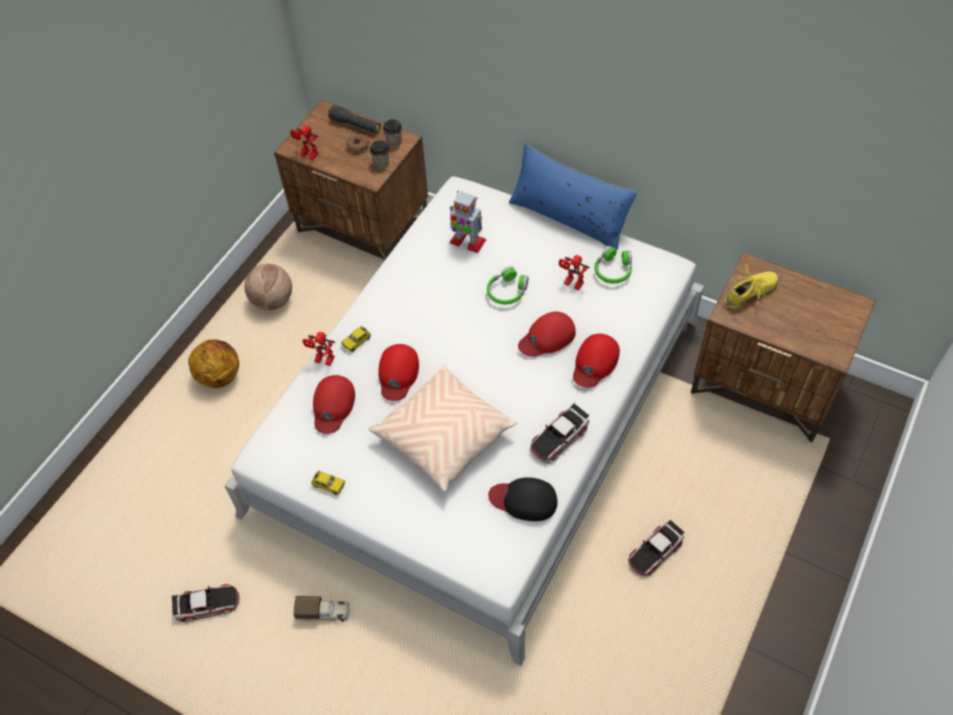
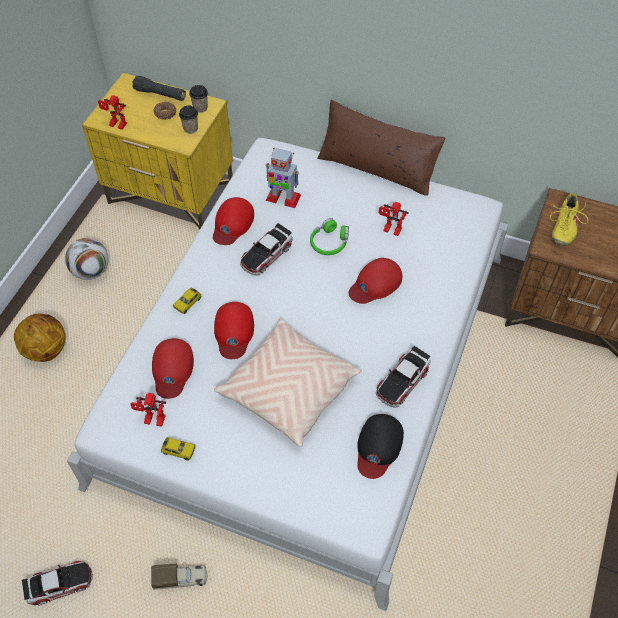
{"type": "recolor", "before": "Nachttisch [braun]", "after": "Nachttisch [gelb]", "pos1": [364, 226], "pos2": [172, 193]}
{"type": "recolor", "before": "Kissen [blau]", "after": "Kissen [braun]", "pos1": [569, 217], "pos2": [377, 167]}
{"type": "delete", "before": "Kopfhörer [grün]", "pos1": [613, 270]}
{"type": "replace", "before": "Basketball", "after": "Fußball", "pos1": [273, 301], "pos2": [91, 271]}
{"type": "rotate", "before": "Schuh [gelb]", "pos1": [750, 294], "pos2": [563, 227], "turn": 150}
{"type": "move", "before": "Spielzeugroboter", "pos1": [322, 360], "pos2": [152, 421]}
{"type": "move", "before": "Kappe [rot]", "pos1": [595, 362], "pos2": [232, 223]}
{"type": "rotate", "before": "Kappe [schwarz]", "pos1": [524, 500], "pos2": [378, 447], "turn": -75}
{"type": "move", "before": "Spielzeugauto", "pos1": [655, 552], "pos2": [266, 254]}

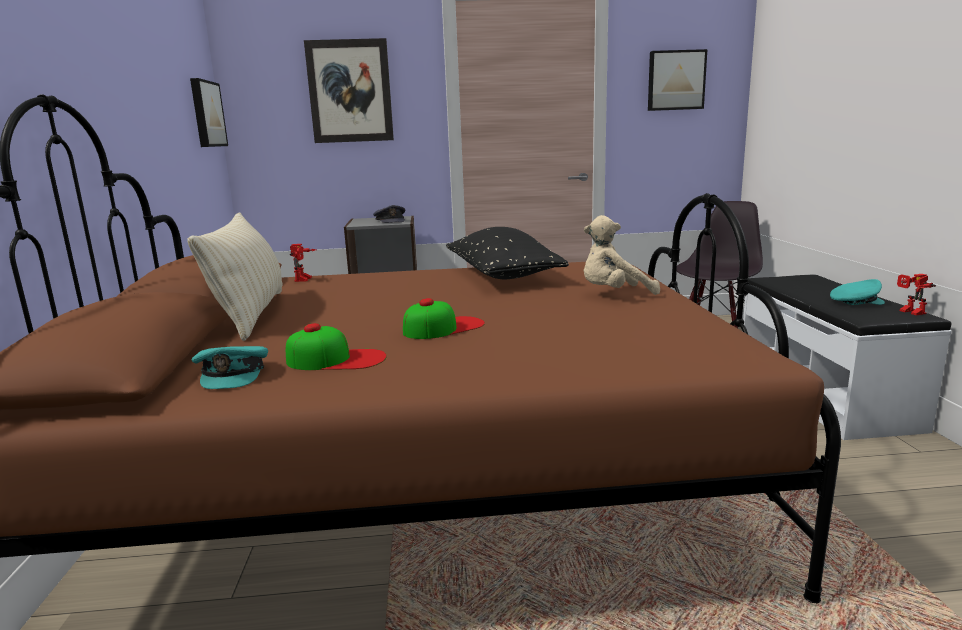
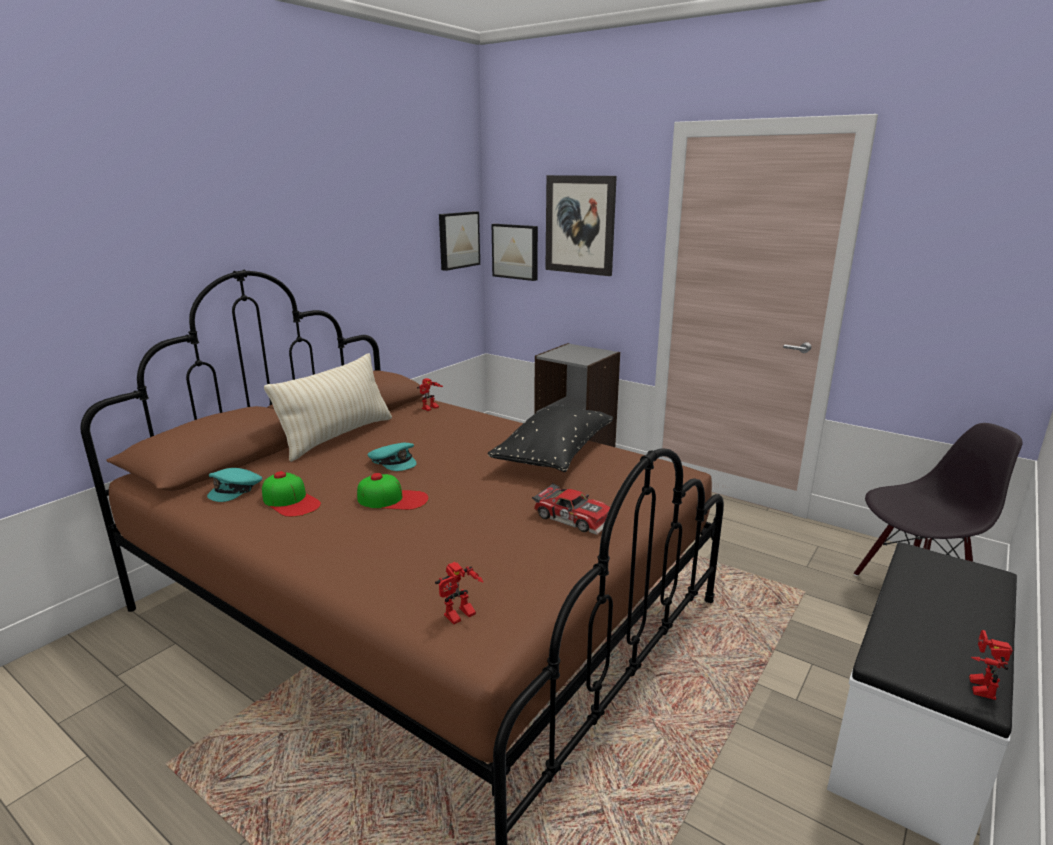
{"type": "move", "before": "Bild", "pos1": [675, 80], "pos2": [516, 251]}
{"type": "delete", "before": "Kappe [grau]", "pos1": [390, 221]}
{"type": "replace", "before": "Plüschtier [beige]", "after": "Spielzeugauto", "pos1": [614, 294], "pos2": [574, 517]}
{"type": "move", "before": "Kappe [türkis]", "pos1": [855, 302], "pos2": [394, 462]}
{"type": "insert", "after": "Spielzeugroboter", "pos2": [460, 617]}

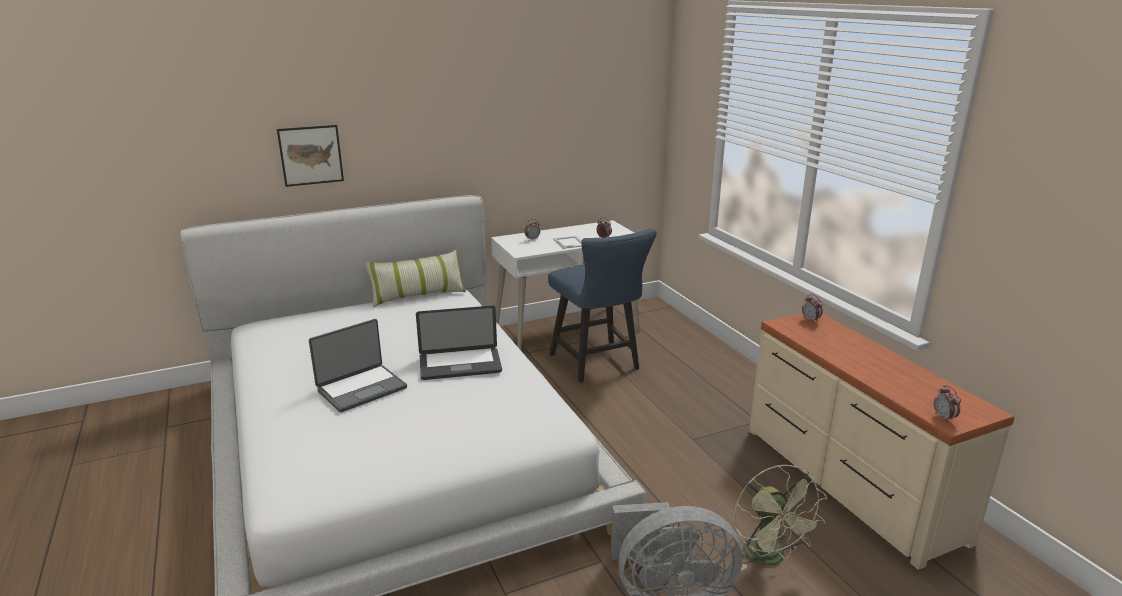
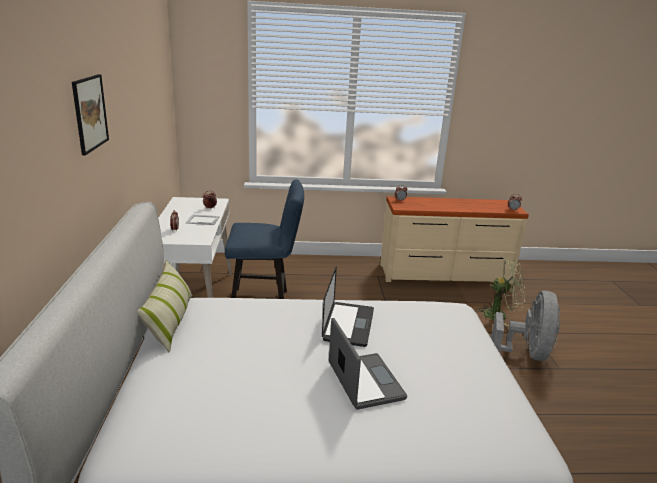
{"type": "move", "before": "Bild", "pos1": [311, 155], "pos2": [90, 113]}

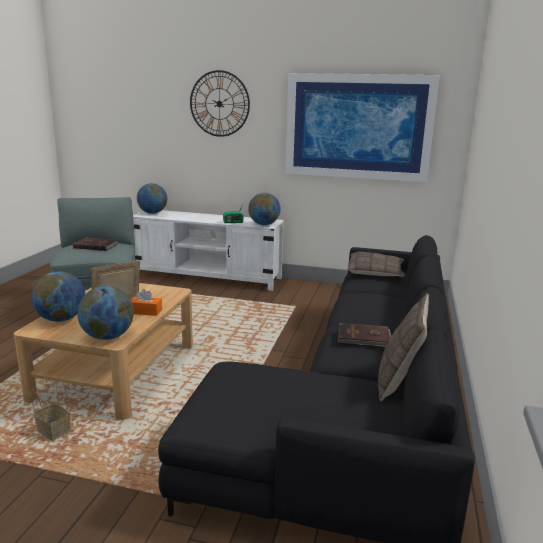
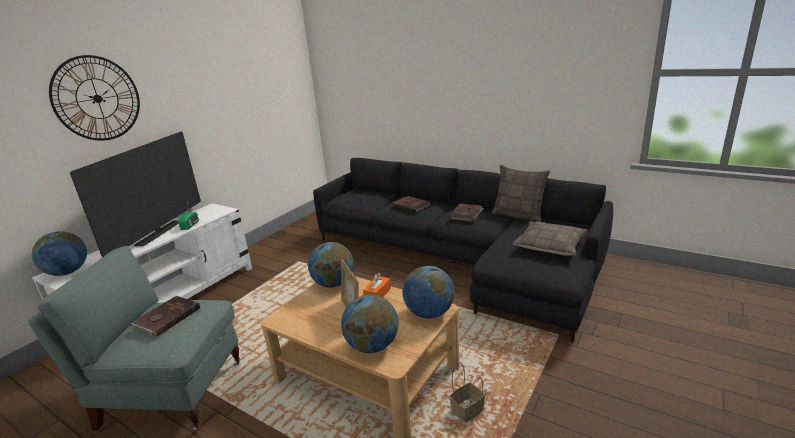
{"type": "delete", "before": "Bild", "pos1": [358, 127]}
{"type": "move", "before": "Globus", "pos1": [264, 224], "pos2": [333, 284]}
{"type": "move", "before": "Kissen", "pos1": [375, 272], "pos2": [550, 245]}
{"type": "insert", "after": "Fernseher", "pos2": [159, 233]}
{"type": "insert", "after": "Buch [braun]", "pos2": [411, 205]}

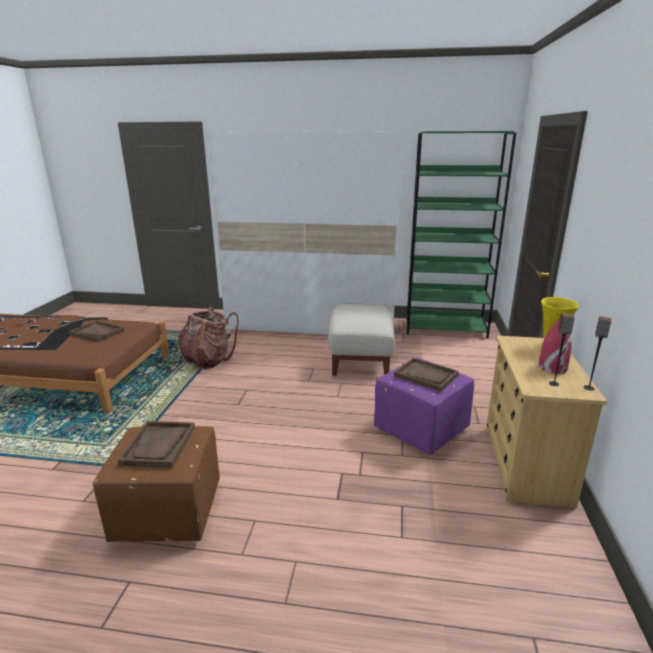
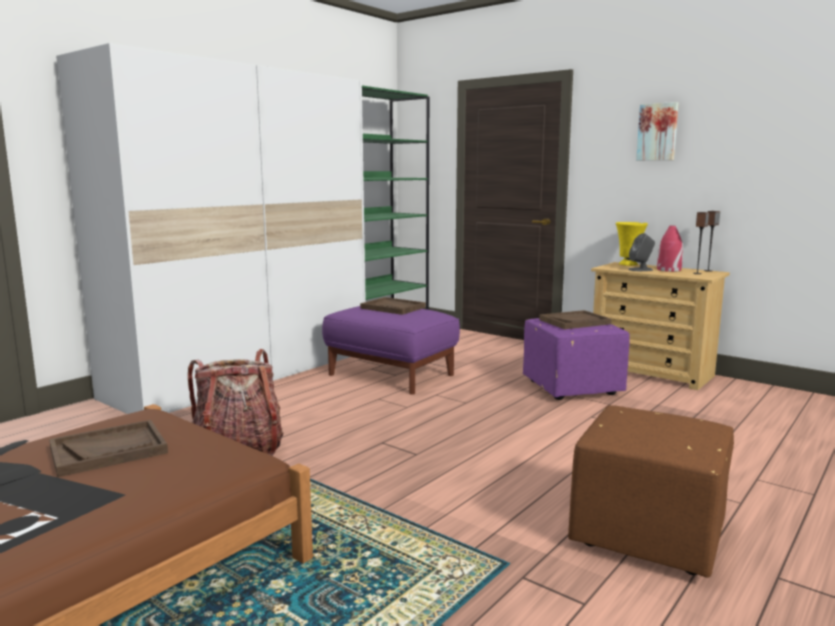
{"type": "recolor", "before": "Polsterhocker [beige]", "after": "Polsterhocker [lila]", "pos1": [360, 359], "pos2": [391, 375]}
{"type": "move", "before": "Tablett [braun]", "pos1": [159, 445], "pos2": [393, 308]}
{"type": "insert", "after": "Bild", "pos2": [657, 132]}
{"type": "insert", "after": "Lautsprecher [grau]", "pos2": [641, 270]}

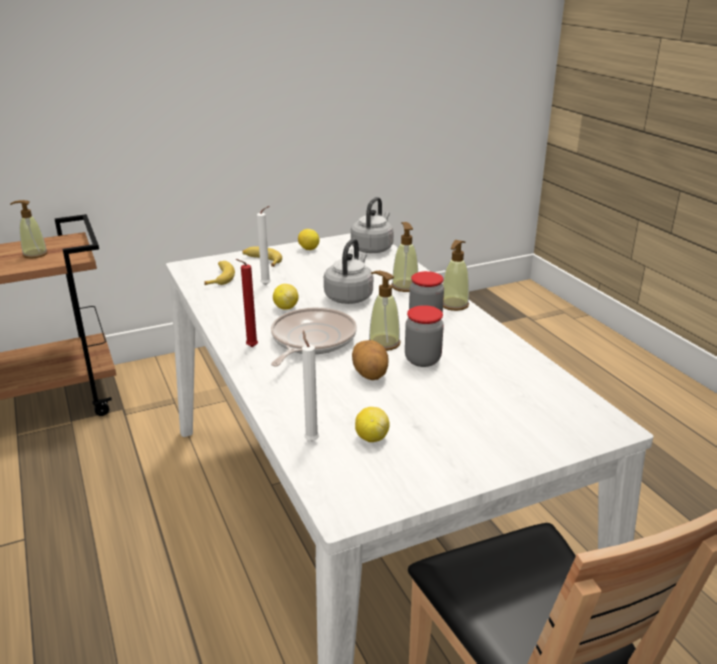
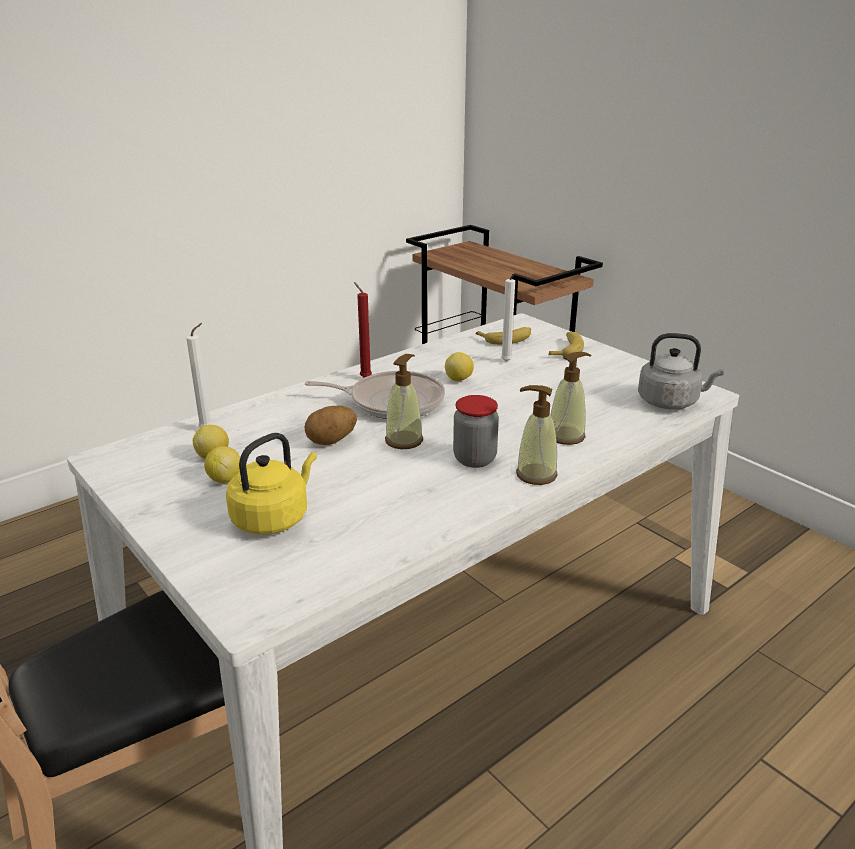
{"type": "delete", "before": "Seifenspender", "pos1": [35, 254]}
{"type": "move", "before": "Zitrone", "pos1": [308, 249], "pos2": [225, 479]}
{"type": "delete", "before": "Wasserkessel [grau]", "pos1": [349, 296]}
{"type": "delete", "before": "Vorratsglas", "pos1": [422, 360]}
{"type": "insert", "after": "Wasserkessel [gelb]", "pos2": [273, 518]}

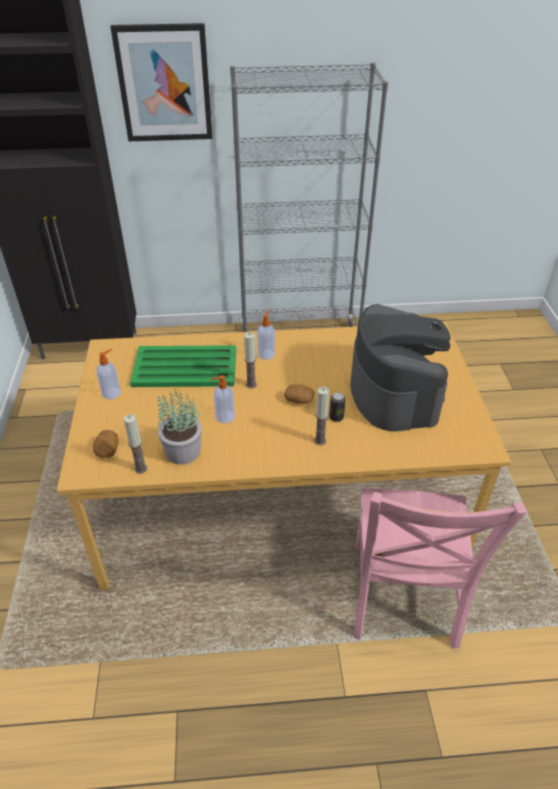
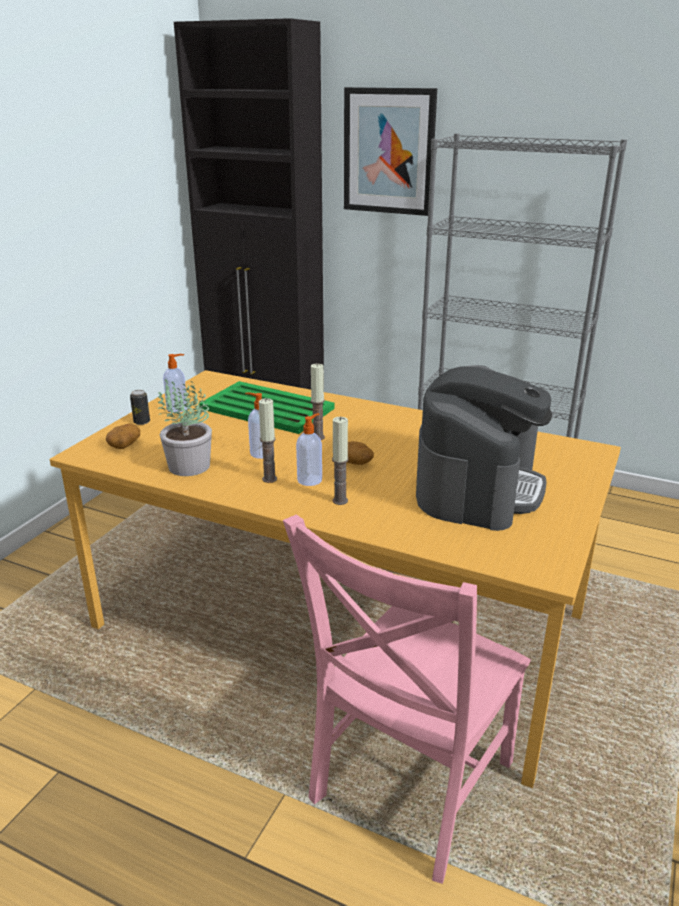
{"type": "move", "before": "Seifenspender", "pos1": [266, 354], "pos2": [310, 479]}
{"type": "move", "before": "Dose", "pos1": [336, 417], "pos2": [142, 422]}
{"type": "move", "before": "Kerze", "pos1": [140, 468], "pos2": [269, 479]}

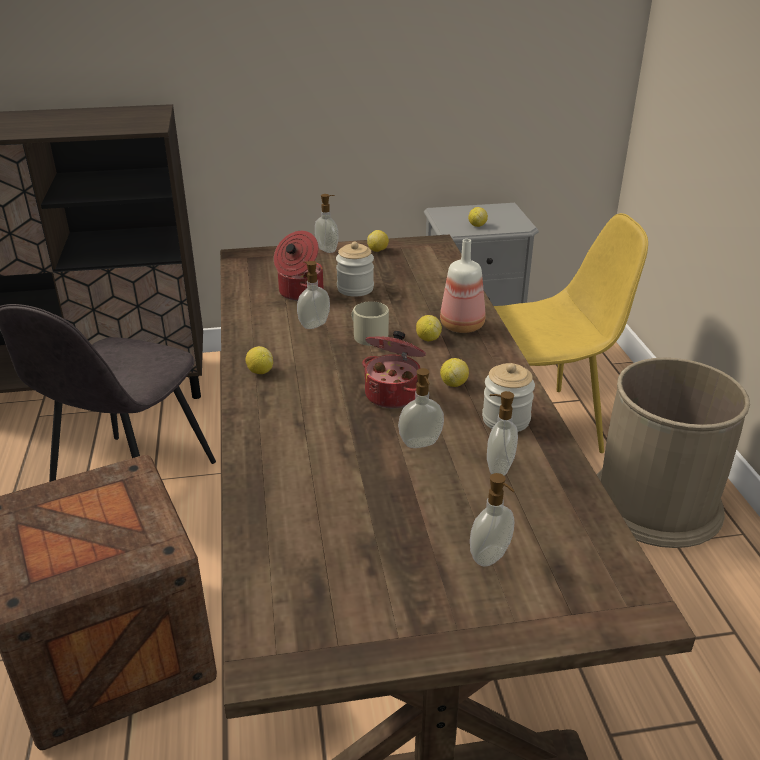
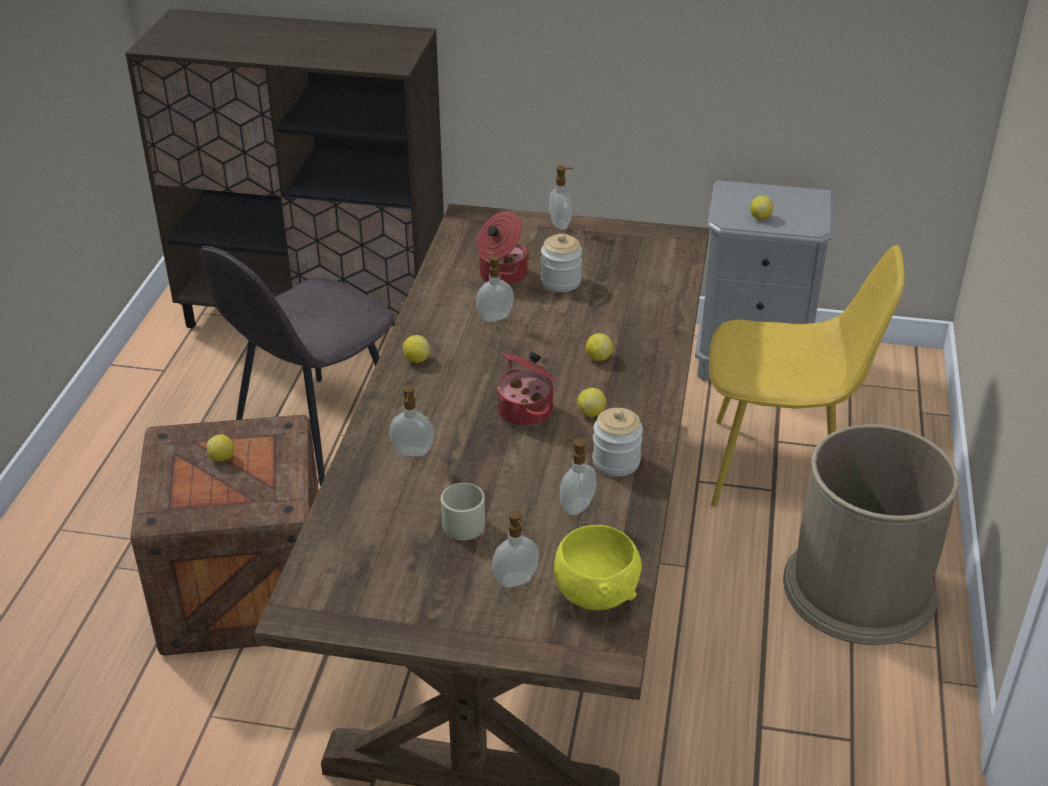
{"type": "move", "before": "Zitrone", "pos1": [378, 250], "pos2": [222, 458]}
{"type": "delete", "before": "Flasche", "pos1": [463, 325]}
{"type": "move", "before": "Henkelbecher [beige]", "pos1": [367, 335], "pos2": [461, 522]}
{"type": "move", "before": "Seifenspender", "pos1": [421, 444], "pos2": [412, 453]}
{"type": "insert", "after": "Schüssel [gelb]", "pos2": [596, 593]}

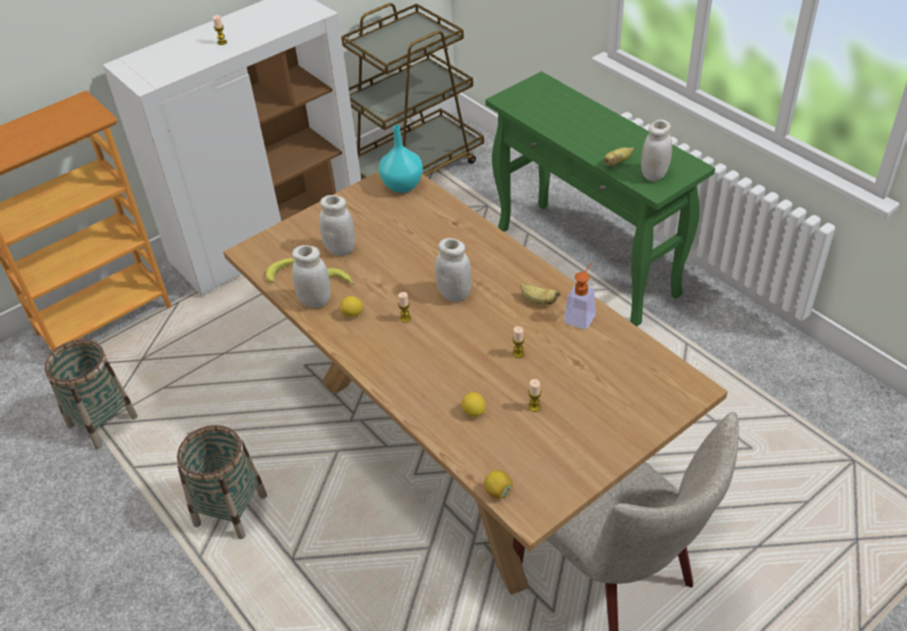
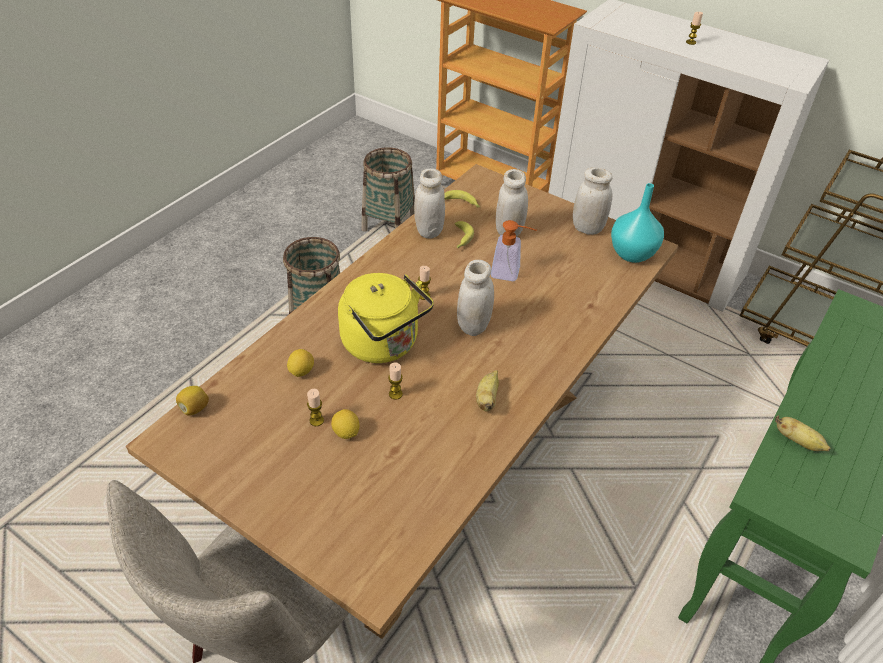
{"type": "move", "before": "Vorratsglas [weiß]", "pos1": [654, 175], "pos2": [587, 228]}
{"type": "move", "before": "Seifenspender", "pos1": [582, 315], "pos2": [511, 273]}
{"type": "move", "before": "Zitrone", "pos1": [352, 314], "pos2": [346, 432]}
{"type": "insert", "after": "Wasserkessel [gelb]", "pos2": [384, 344]}

